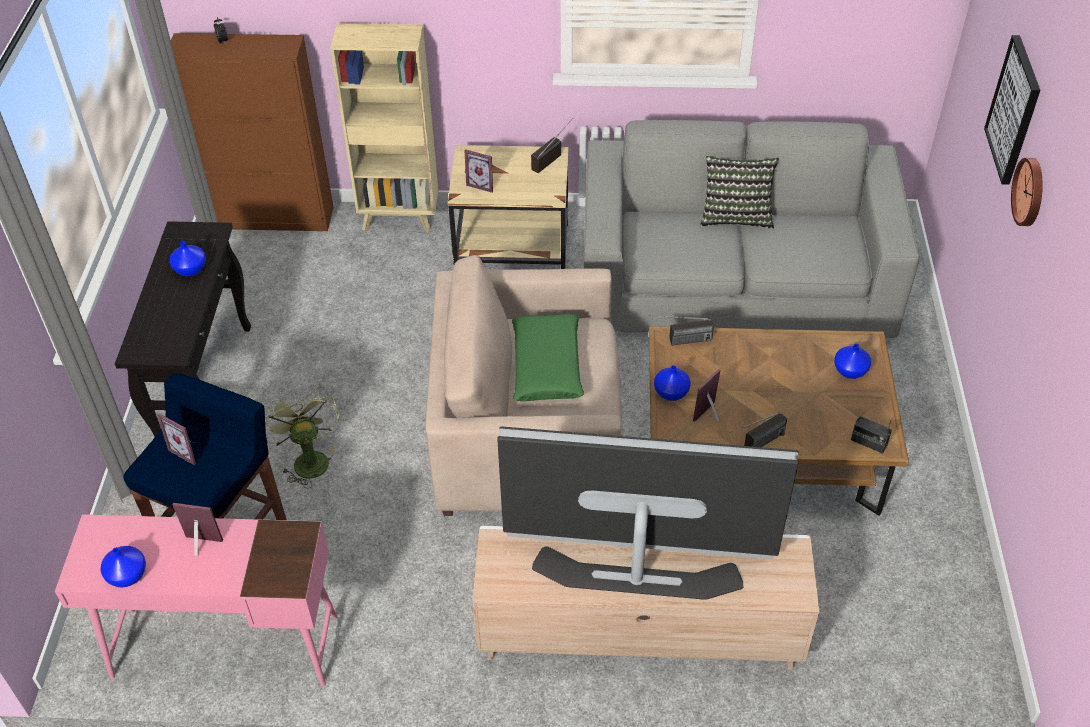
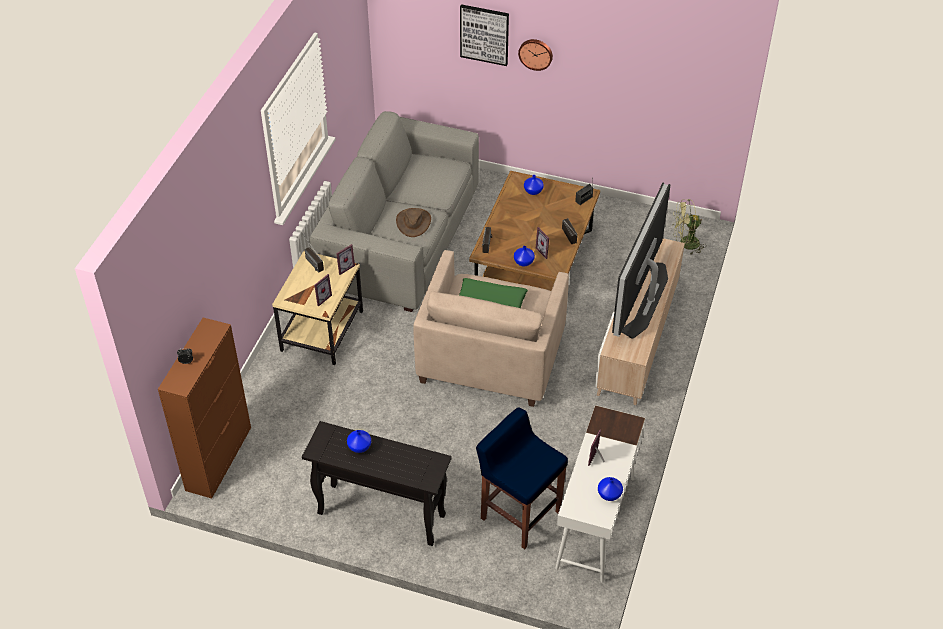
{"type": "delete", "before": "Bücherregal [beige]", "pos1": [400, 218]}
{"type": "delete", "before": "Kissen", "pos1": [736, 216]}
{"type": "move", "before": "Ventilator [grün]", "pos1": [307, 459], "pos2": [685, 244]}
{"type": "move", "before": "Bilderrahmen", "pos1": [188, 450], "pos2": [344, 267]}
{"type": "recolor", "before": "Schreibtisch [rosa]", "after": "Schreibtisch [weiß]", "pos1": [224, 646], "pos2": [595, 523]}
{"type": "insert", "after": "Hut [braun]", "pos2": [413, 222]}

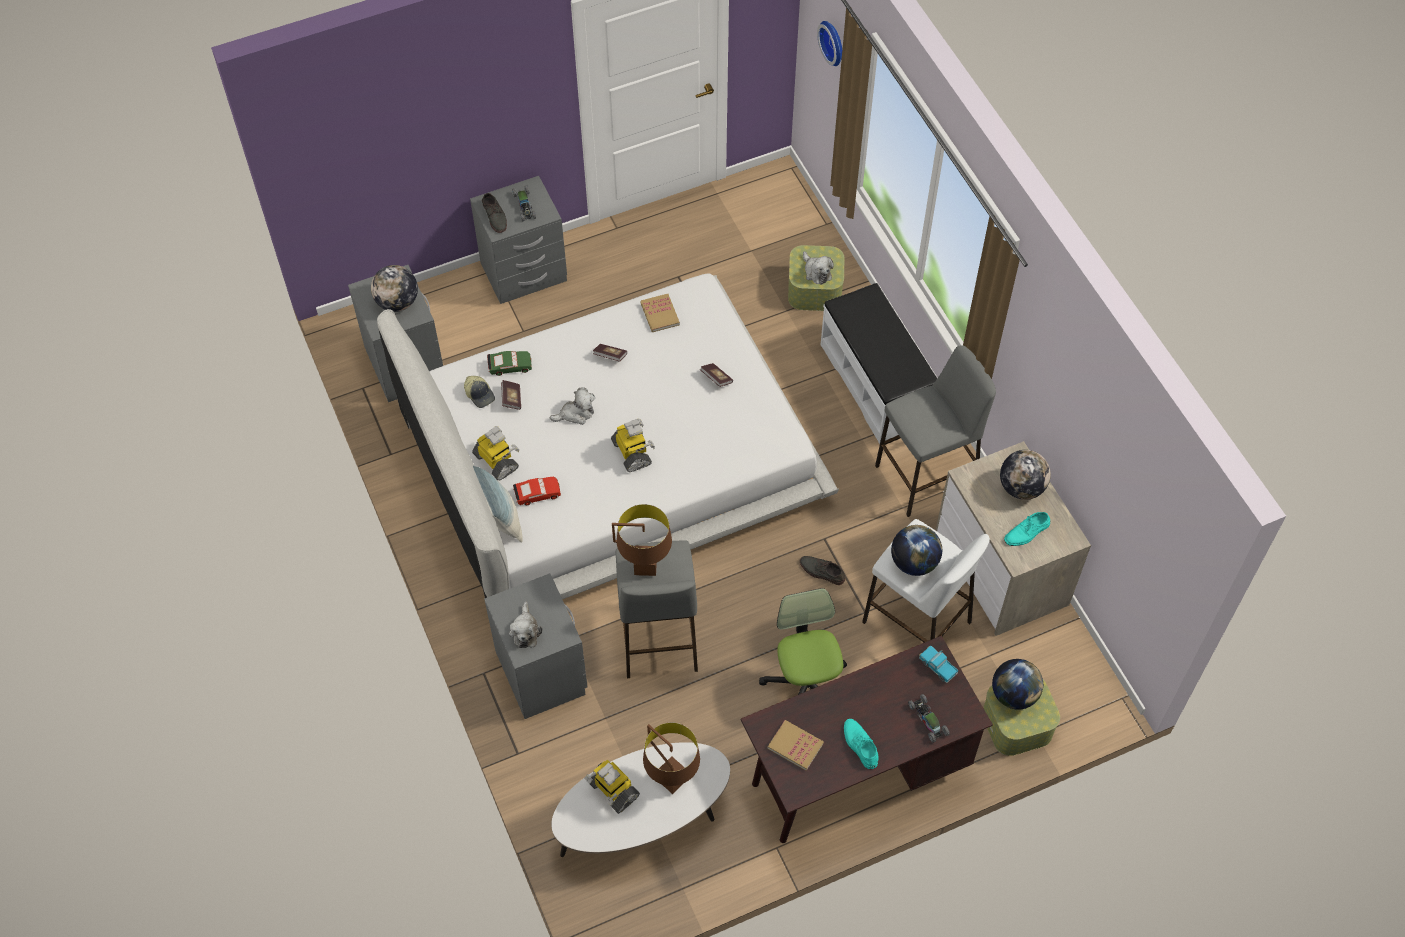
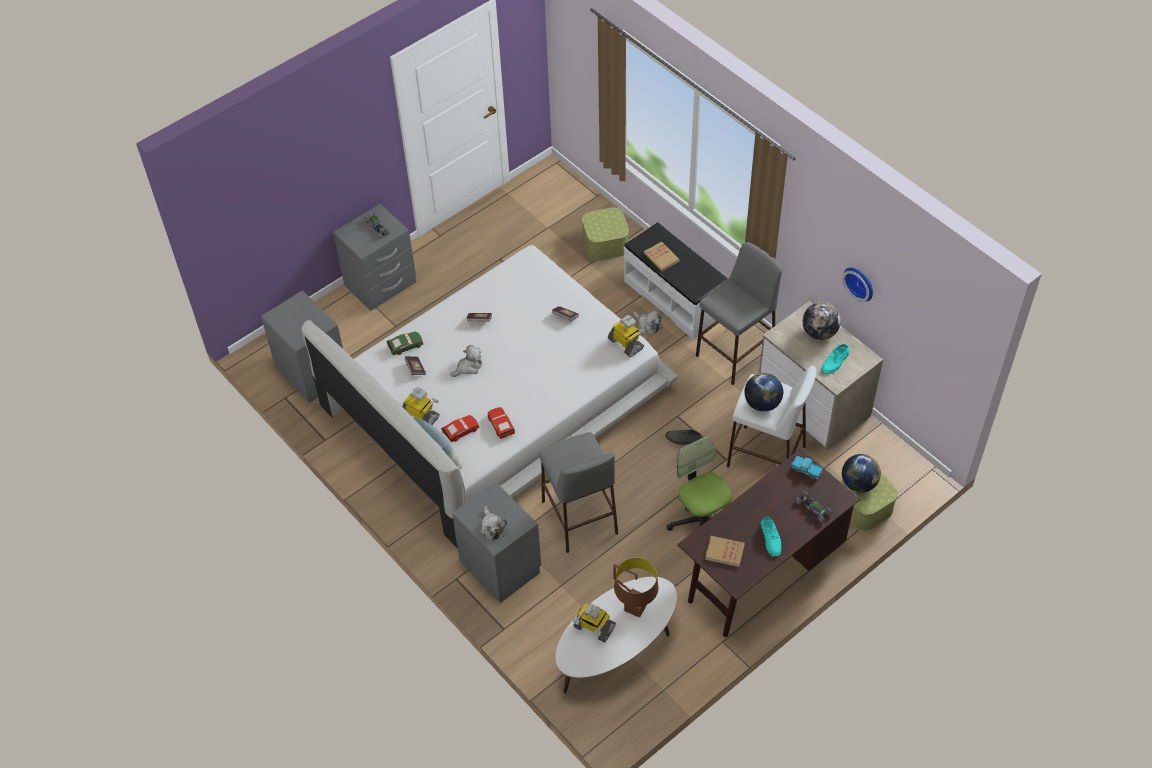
{"type": "move", "before": "Wanduhr", "pos1": [834, 42], "pos2": [860, 282]}
{"type": "delete", "before": "Schuh [grau]", "pos1": [495, 216]}
{"type": "move", "before": "Plüschtier", "pos1": [816, 272], "pos2": [648, 324]}
{"type": "delete", "before": "Globus", "pos1": [397, 302]}
{"type": "move", "before": "Buch", "pos1": [660, 314], "pos2": [661, 257]}
{"type": "delete", "before": "Kappe", "pos1": [480, 394]}
{"type": "move", "before": "Spielzeugroboter", "pos1": [632, 453], "pos2": [626, 344]}
{"type": "delete", "before": "Tischlampe [braun]", "pos1": [645, 567]}
{"type": "rotate", "before": "Schuh [türkis]", "pos1": [859, 745], "pos2": [771, 538], "turn": -150}
{"type": "insert", "after": "Spielzeugauto [rot]", "pos2": [501, 425]}

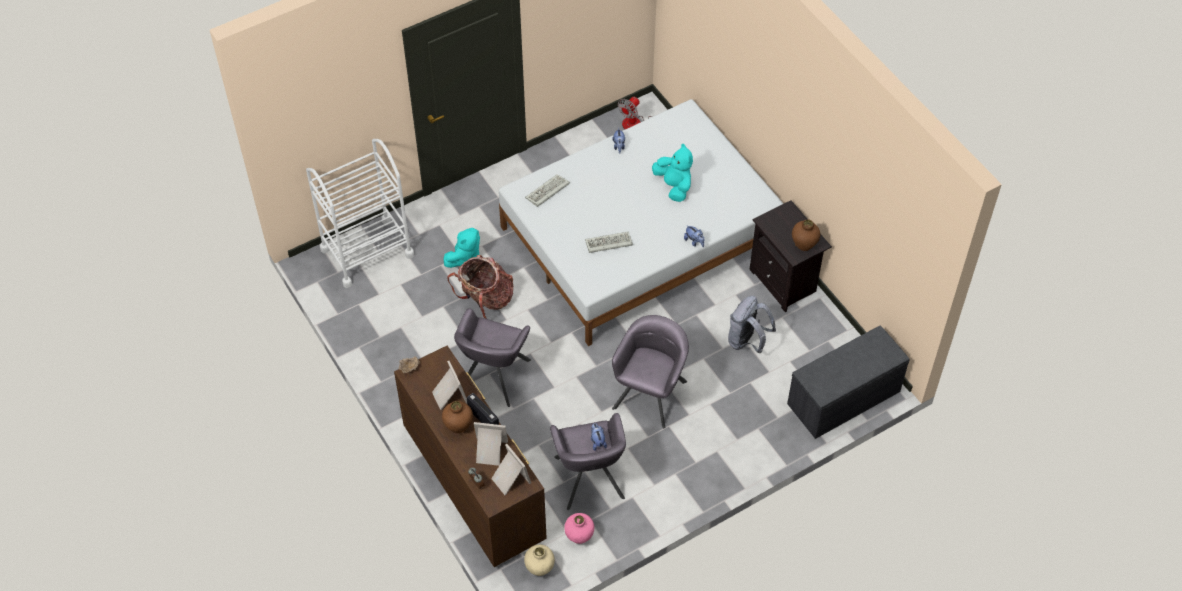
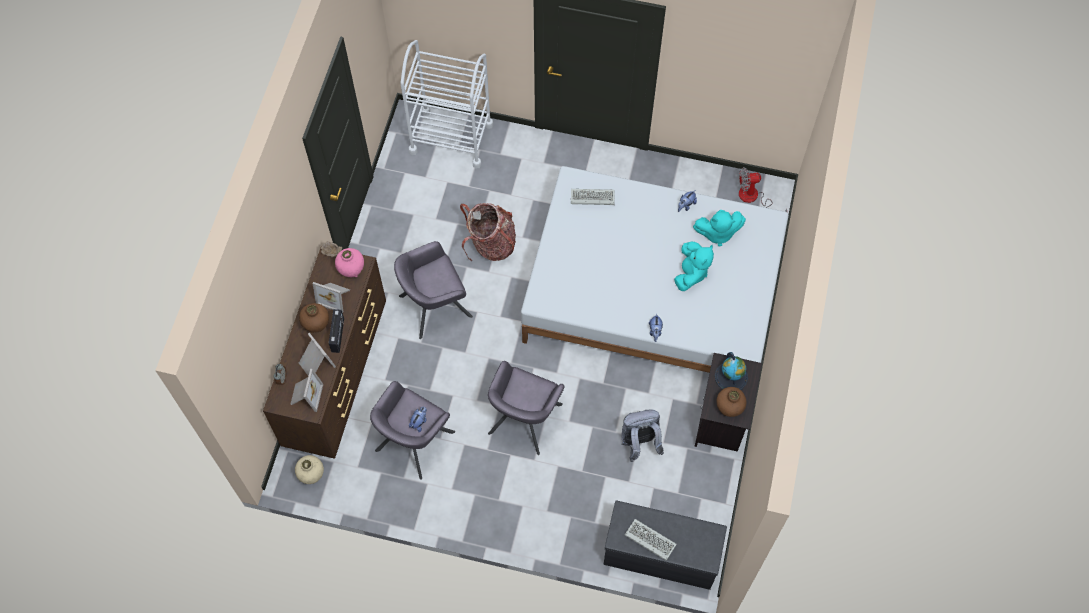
{"type": "move", "before": "Plüschtier [türkis]", "pos1": [465, 258], "pos2": [717, 233]}
{"type": "move", "before": "Tastatur", "pos1": [607, 244], "pos2": [648, 540]}
{"type": "rotate", "before": "Sessel [grau]", "pos1": [650, 394], "pos2": [524, 419], "turn": 135}
{"type": "rotate", "before": "Bilderrahmen", "pos1": [448, 396], "pos2": [335, 297], "turn": 90}
{"type": "move", "before": "Vase [rosa]", "pos1": [579, 536], "pos2": [351, 270]}
{"type": "insert", "after": "Globus", "pos2": [731, 376]}

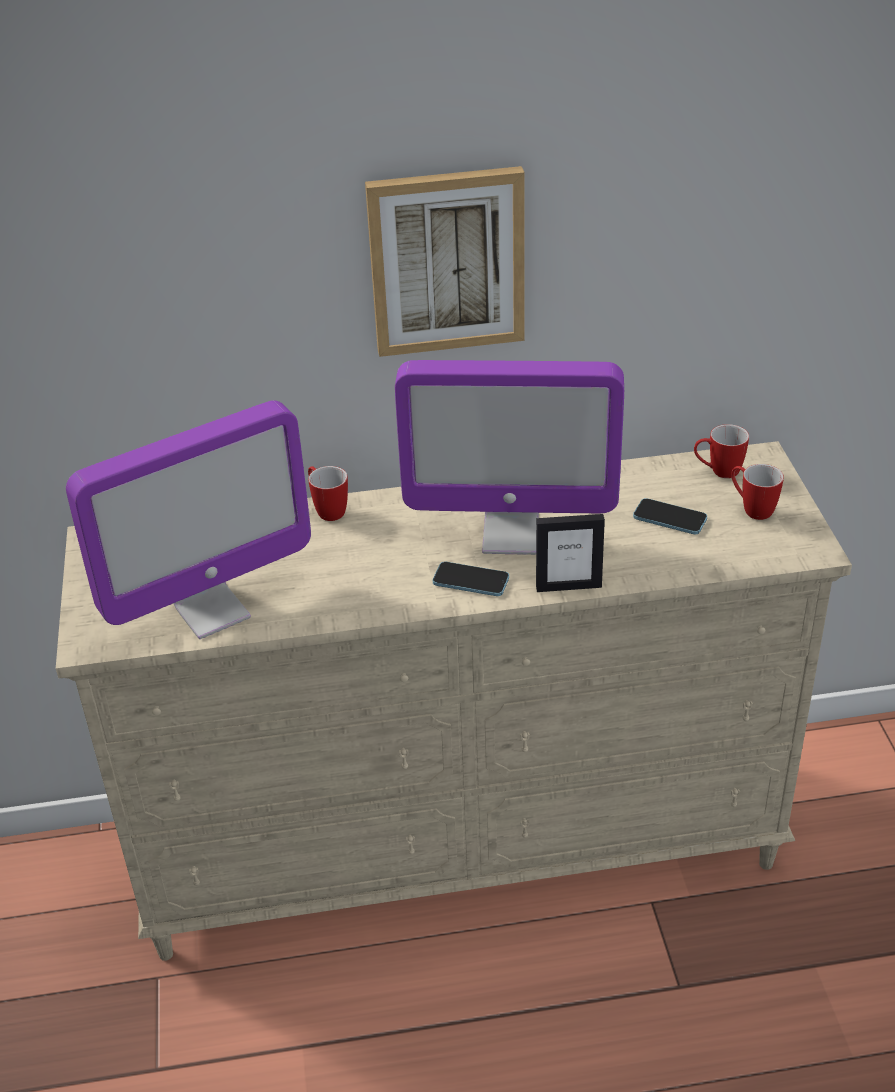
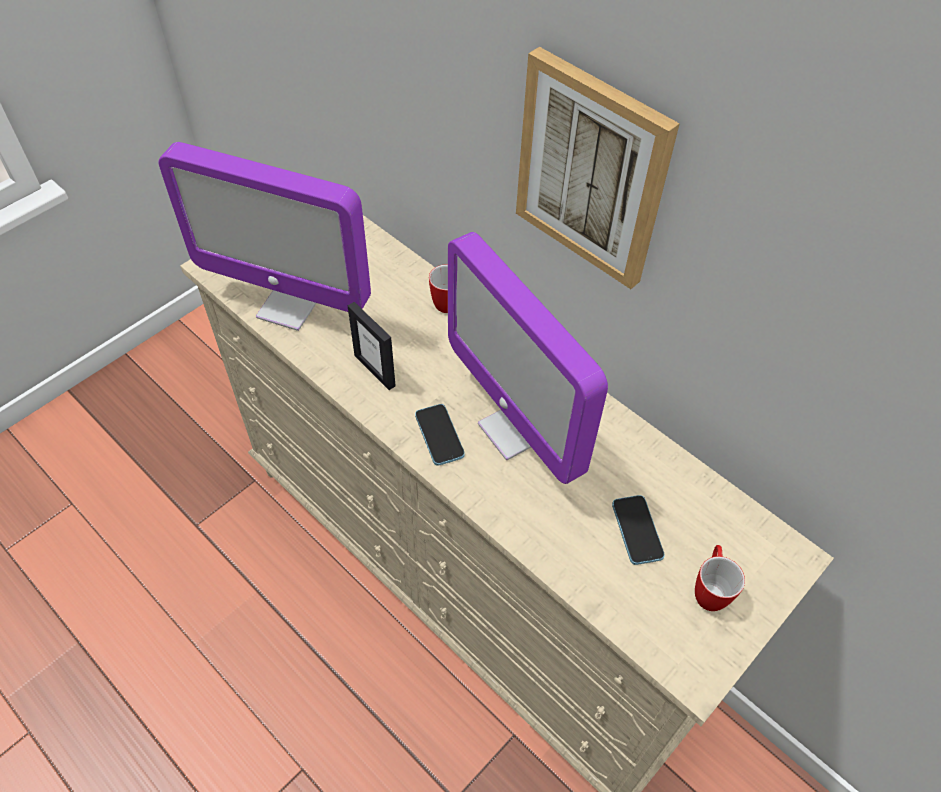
{"type": "delete", "before": "Henkelbecher", "pos1": [718, 472]}
{"type": "move", "before": "Bilderrahmen", "pos1": [568, 586], "pos2": [375, 370]}

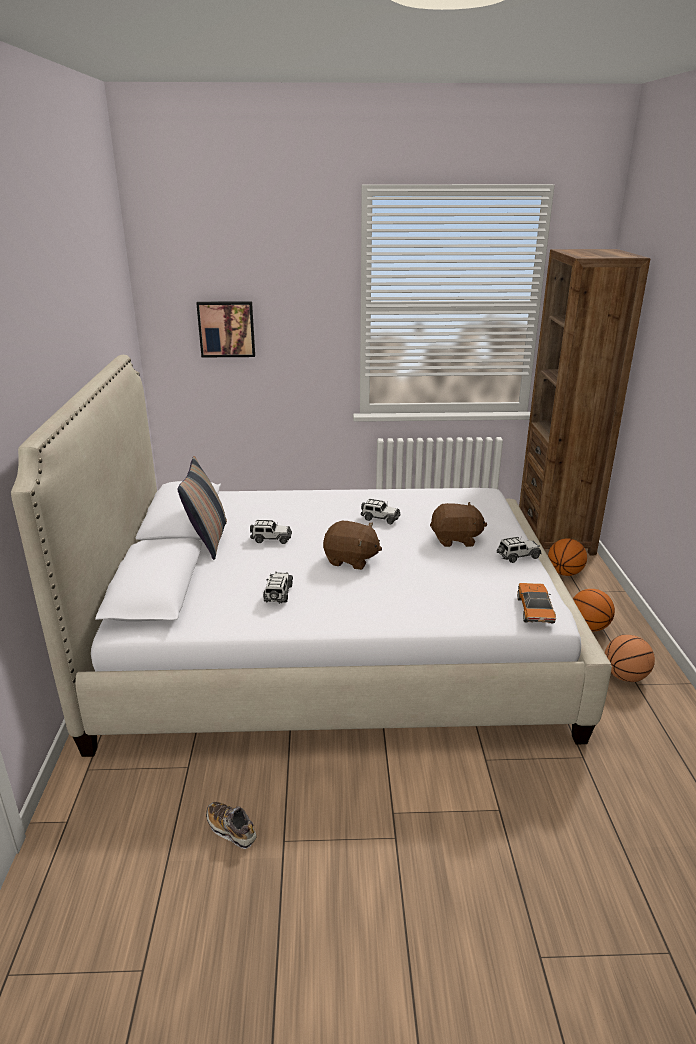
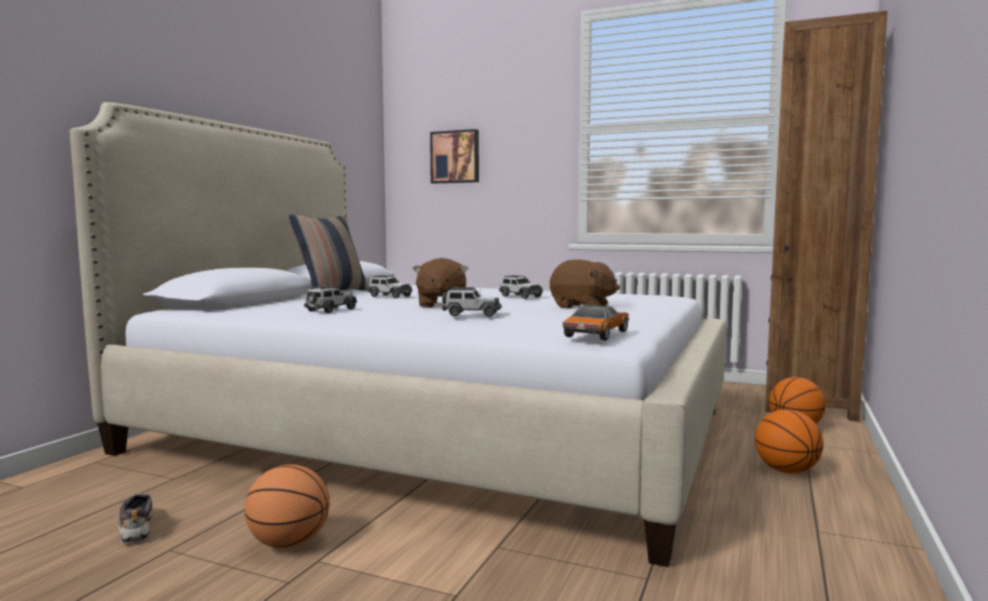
{"type": "rotate", "before": "Plüschtier [braun]", "pos1": [351, 560], "pos2": [441, 305], "turn": 45}
{"type": "move", "before": "Spielzeugauto", "pos1": [518, 556], "pos2": [471, 314]}
{"type": "move", "before": "Basketball", "pos1": [625, 676], "pos2": [289, 543]}

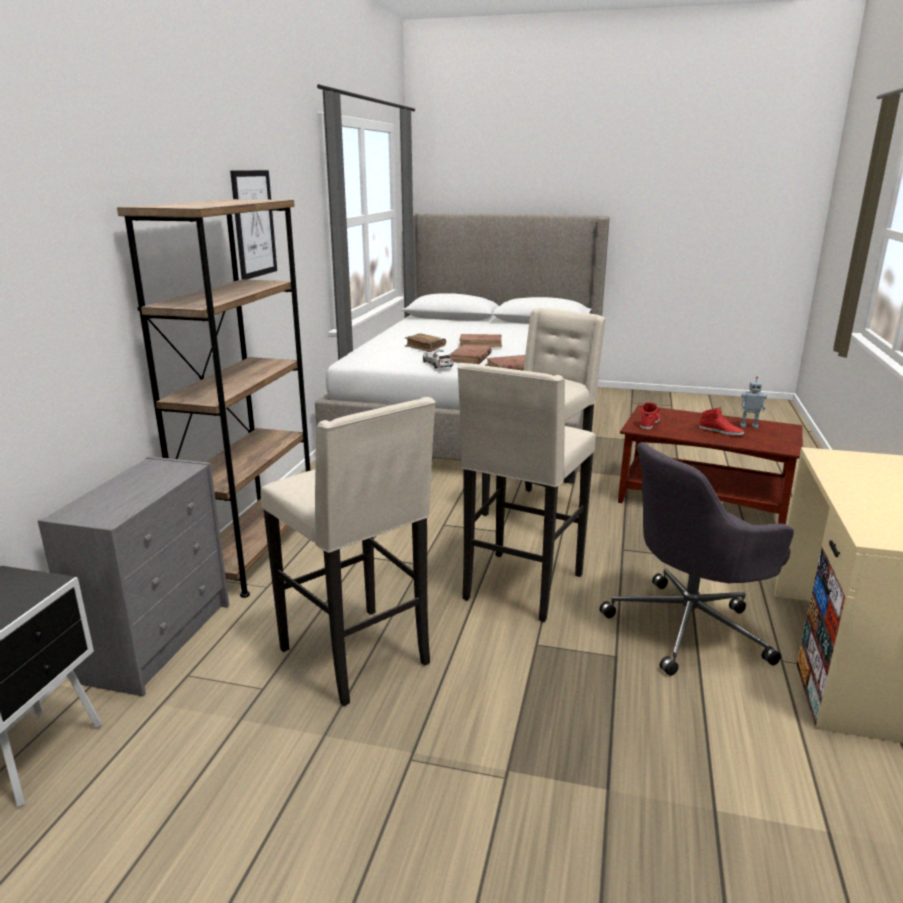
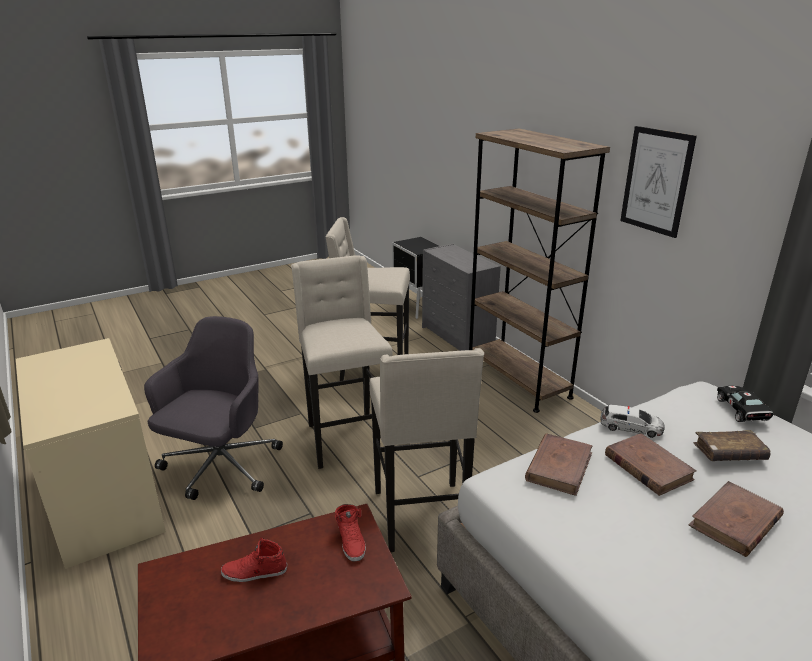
{"type": "delete", "before": "Spielzeugroboter", "pos1": [748, 426]}
{"type": "insert", "after": "Spielzeugauto [schwarz]", "pos2": [742, 411]}

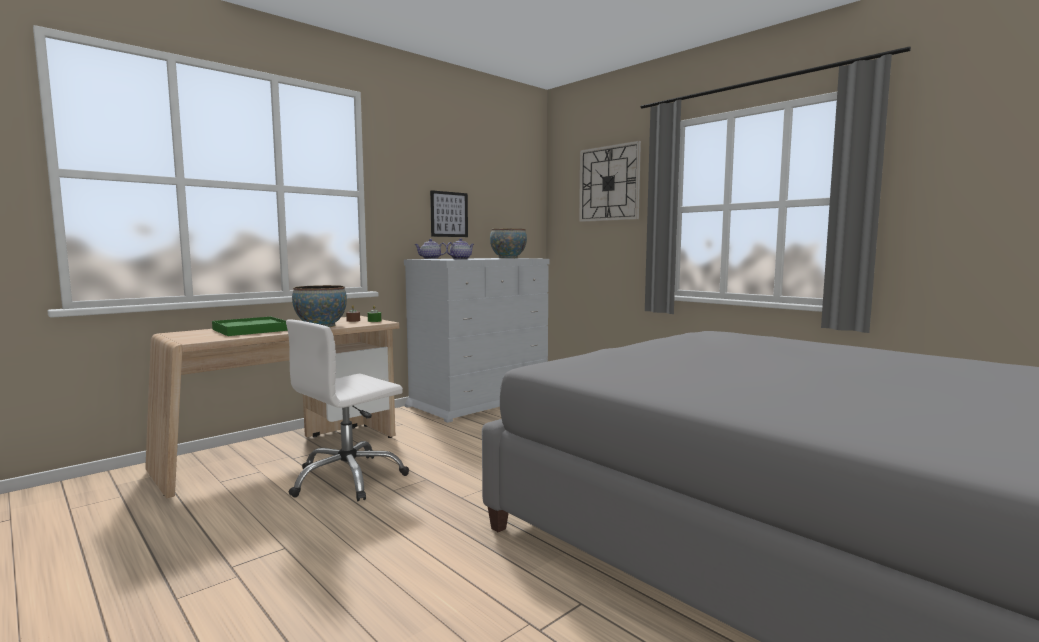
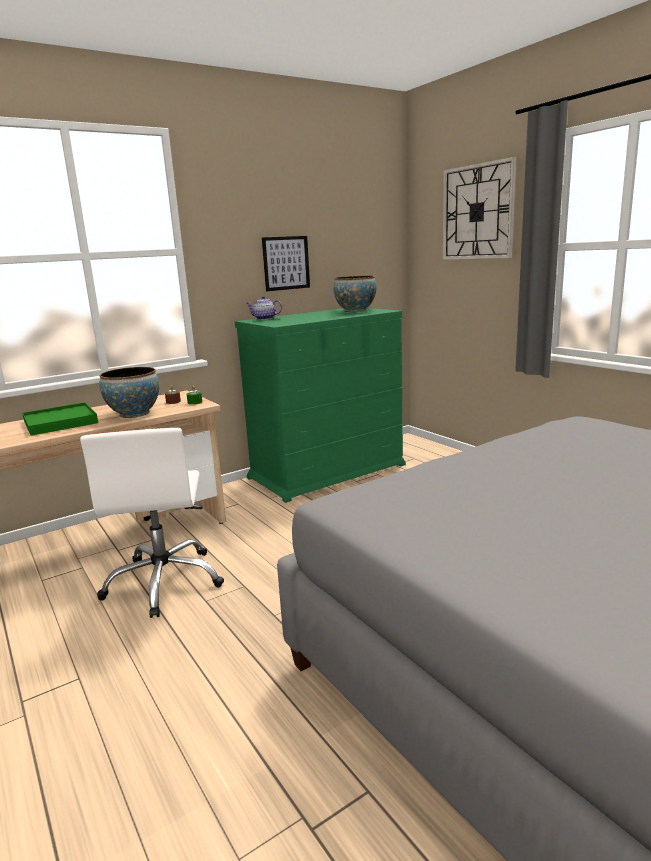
{"type": "delete", "before": "Teekanne", "pos1": [460, 259]}
{"type": "recolor", "before": "Kommode [weiß]", "after": "Kommode [grün]", "pos1": [480, 401], "pos2": [327, 471]}
{"type": "rotate", "before": "Bürostuhl [weiß]", "pos1": [348, 479], "pos2": [164, 582], "turn": -60}

